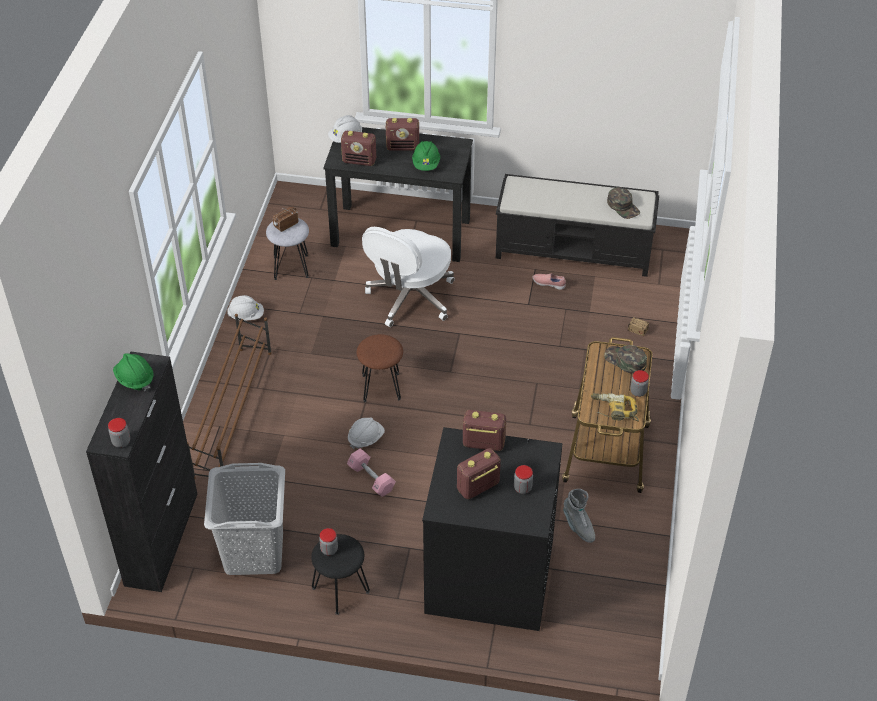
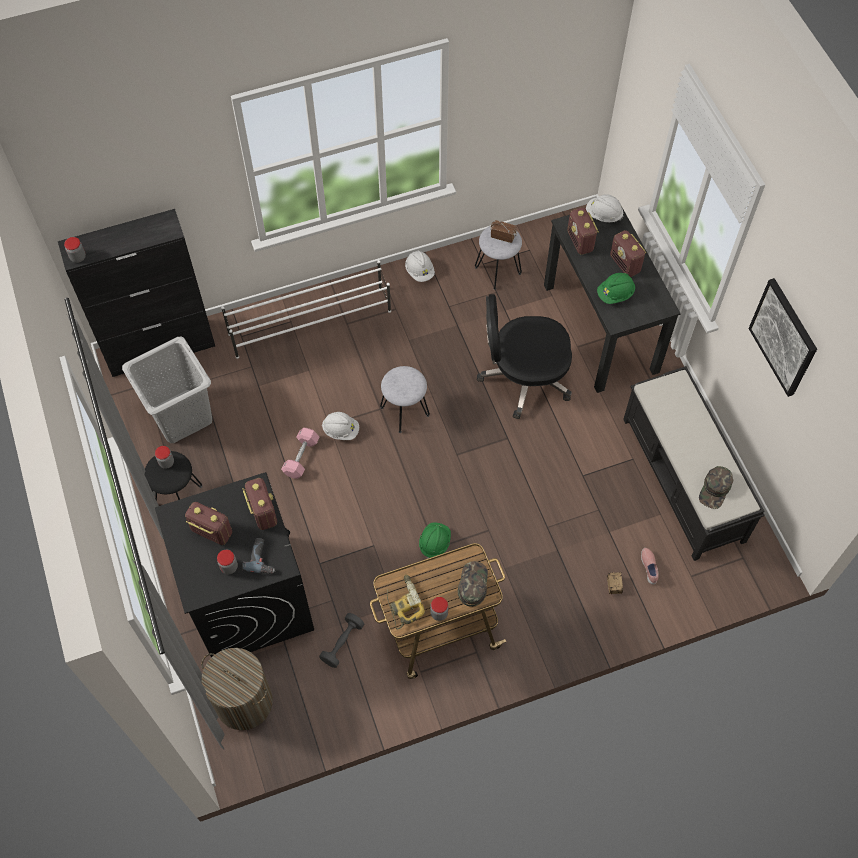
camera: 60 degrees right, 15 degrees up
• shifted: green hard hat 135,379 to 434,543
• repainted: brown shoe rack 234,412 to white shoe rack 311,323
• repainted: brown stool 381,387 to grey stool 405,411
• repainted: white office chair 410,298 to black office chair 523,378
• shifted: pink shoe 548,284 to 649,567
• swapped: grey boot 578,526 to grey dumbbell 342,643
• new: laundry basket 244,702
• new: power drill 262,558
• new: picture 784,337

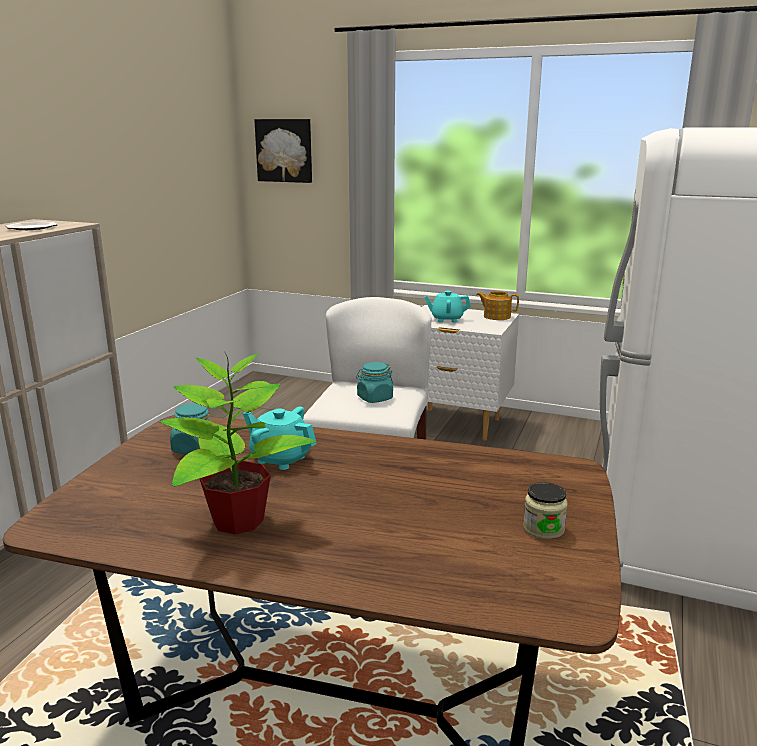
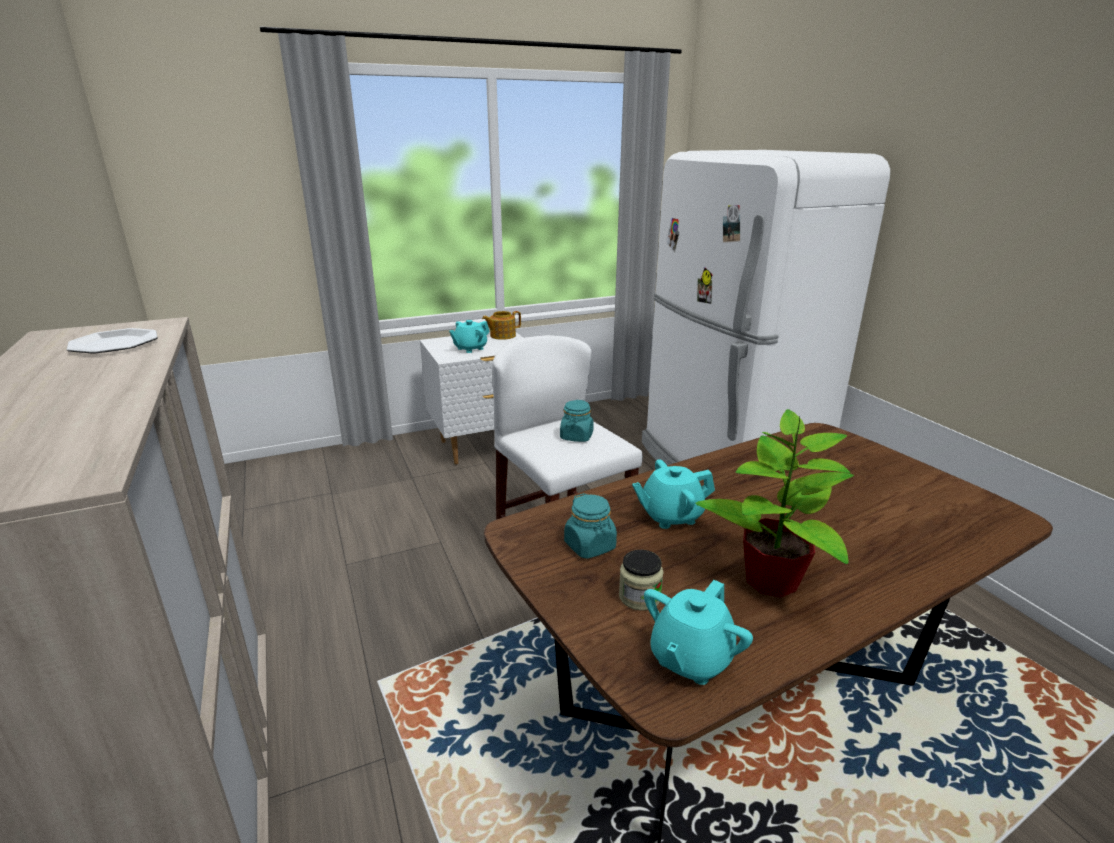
camera: 45 degrees left, 5 degrees up
• gone: picture 285,150
• shifted: jar 543,529 to 639,597
• new: turquoise teapot 690,659

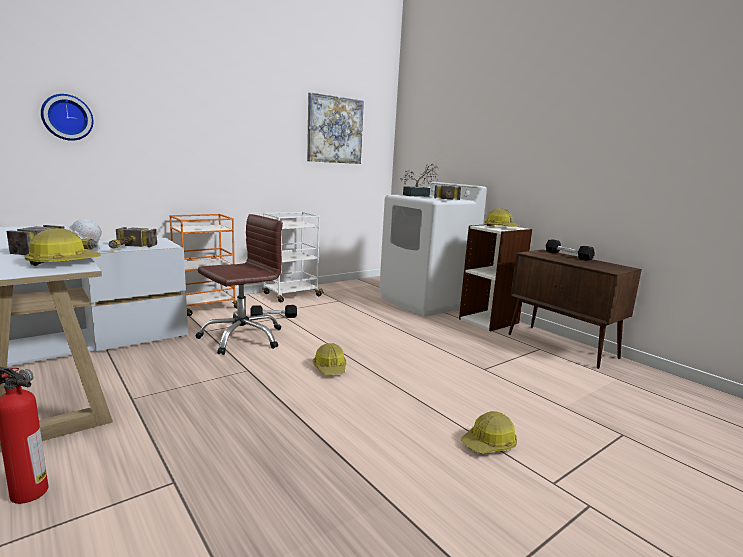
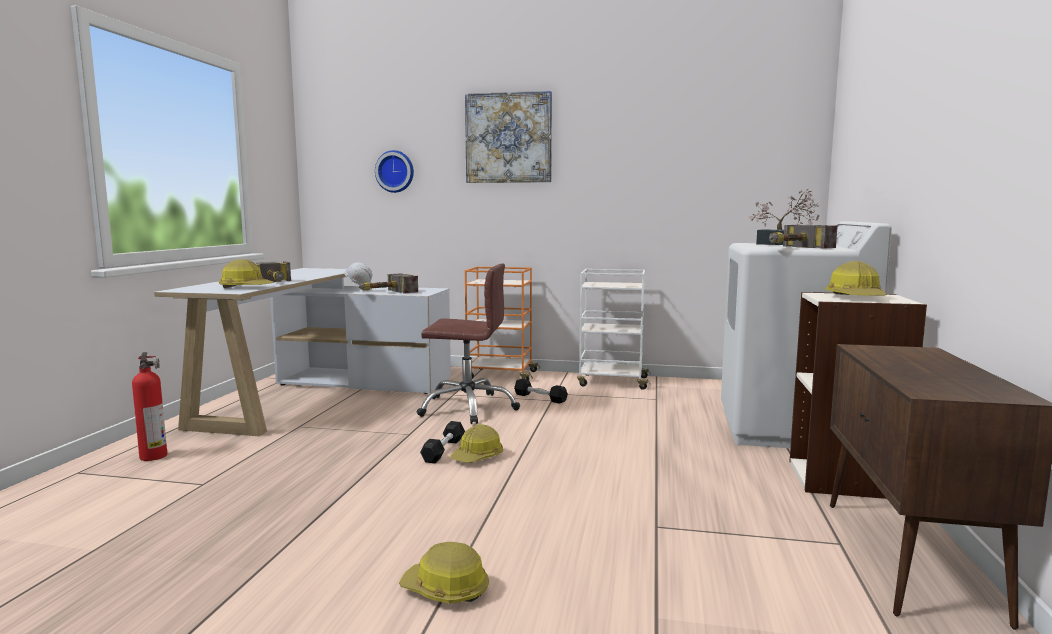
camera: 50 degrees right, 5 degrees down
• shifted: picture 335,130 to 508,138
• shifted: black dumbbell 568,255 to 443,450

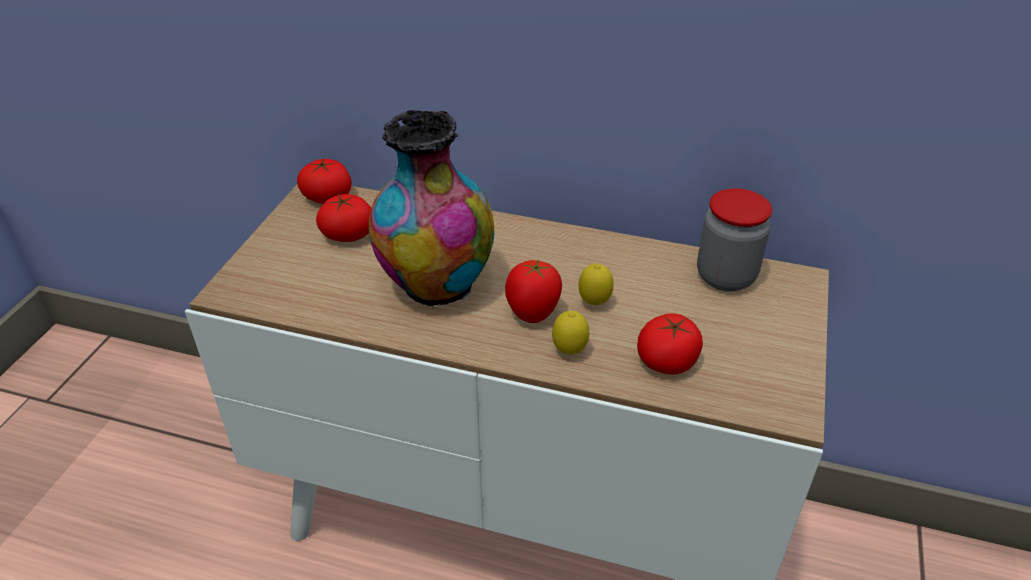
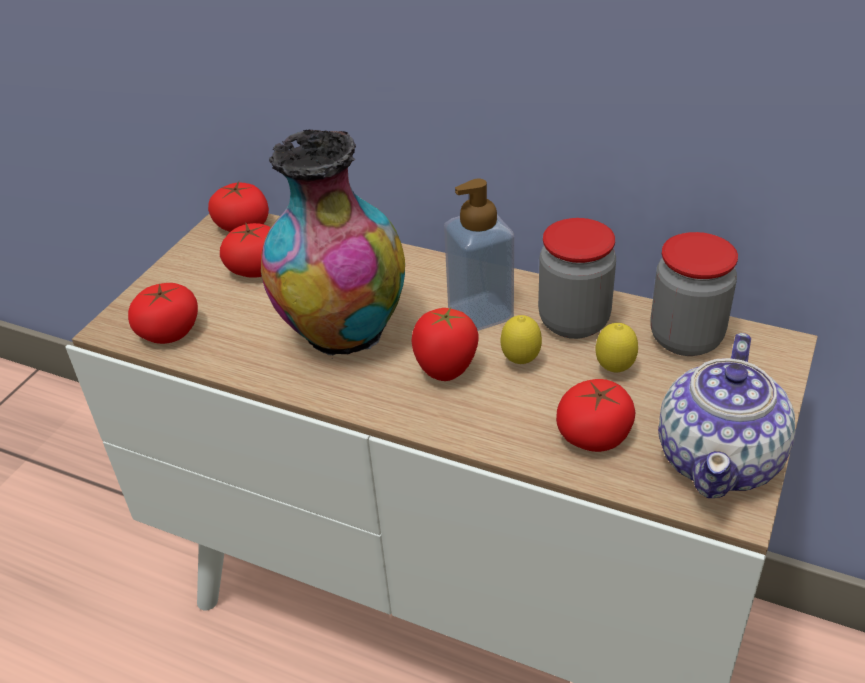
camera: 10 degrees right, 0 degrees up
• shifted: lemon 569,352 to 614,370
• new: tomato 169,331
• new: soap dispenser 480,313
• new: jar 573,321
• new: teapot 720,459

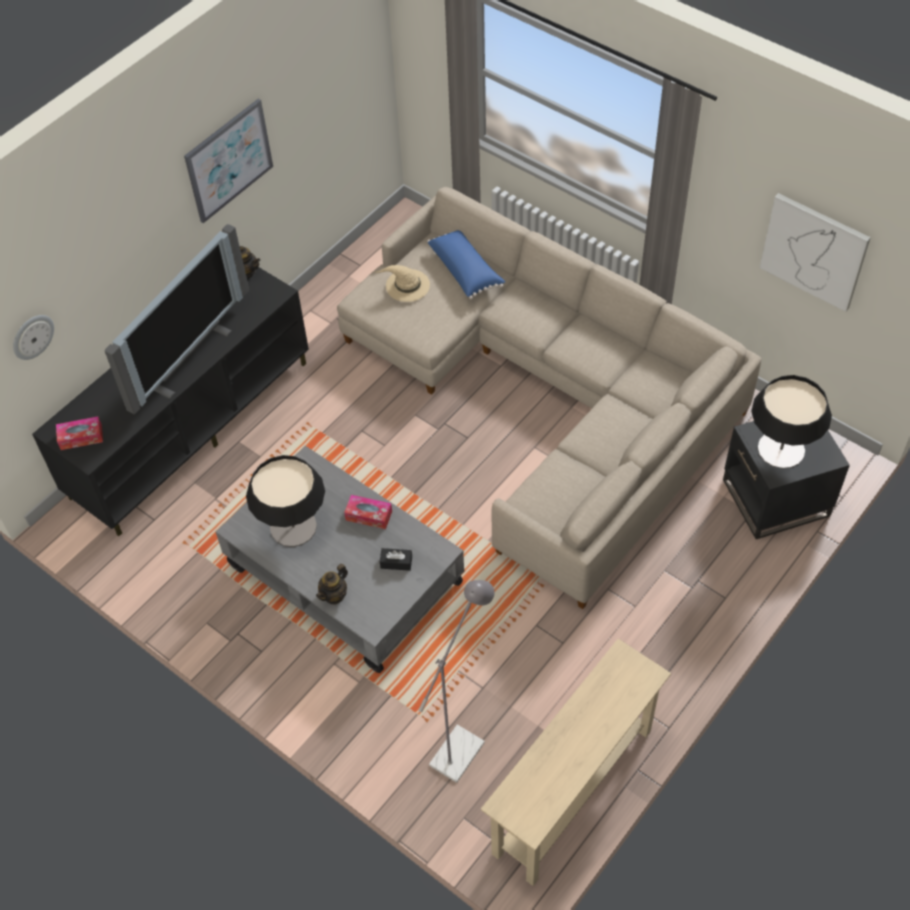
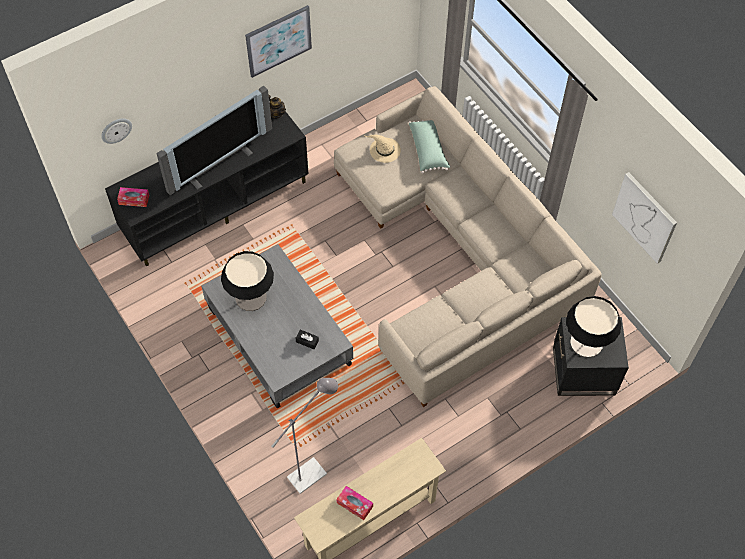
camera: 15 degrees right, 5 degrees up
• gone: teapot 334,595
• shifted: tissue box 368,515 to 354,504
• repainted: blue pillow 466,270 to green pillow 428,150

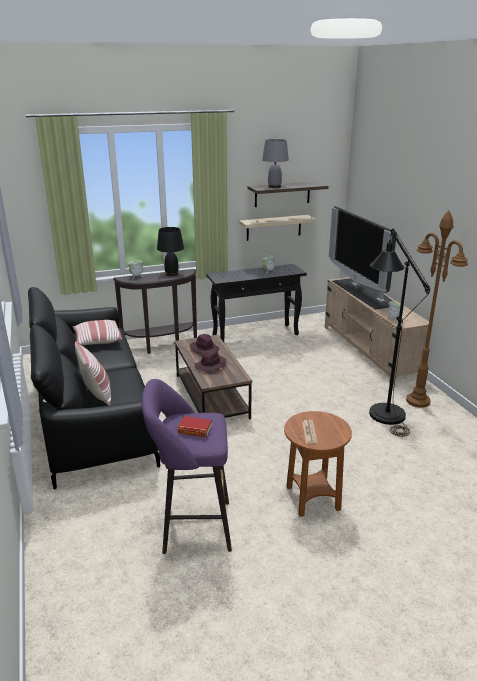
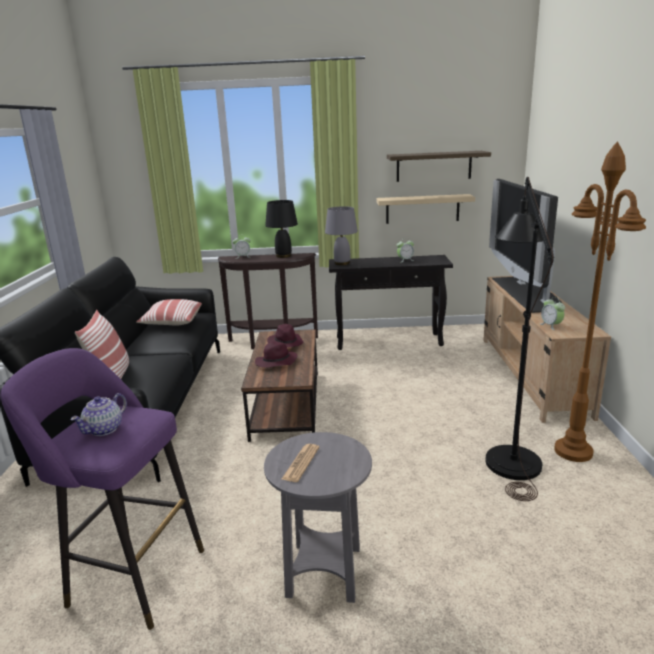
camera: 20 degrees right, 5 degrees down
• swapped: book 195,430 to teapot 104,429
• shifted: grey table lamp 274,186 to 341,263
• repainted: brown side table 312,498 to grey side table 323,572

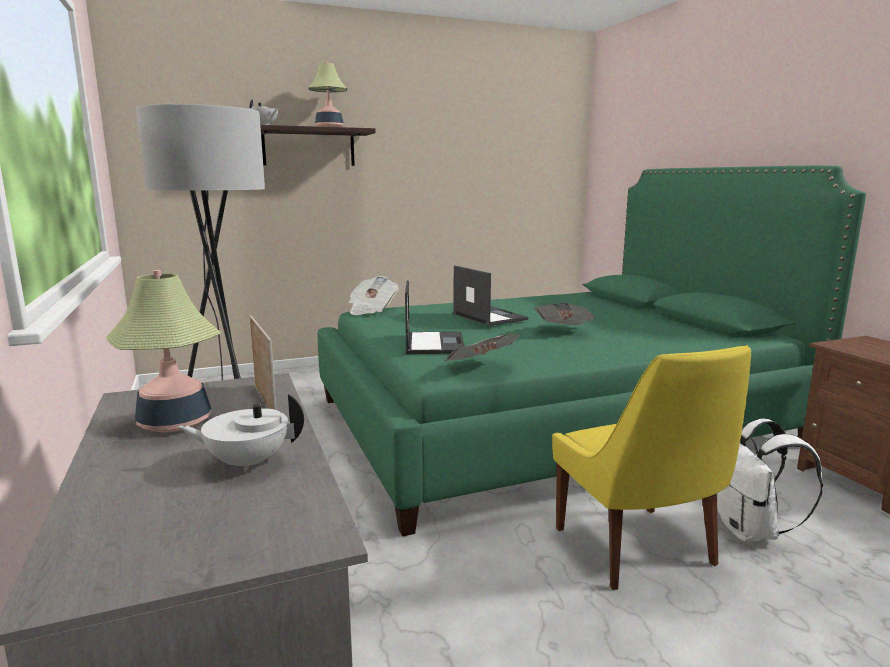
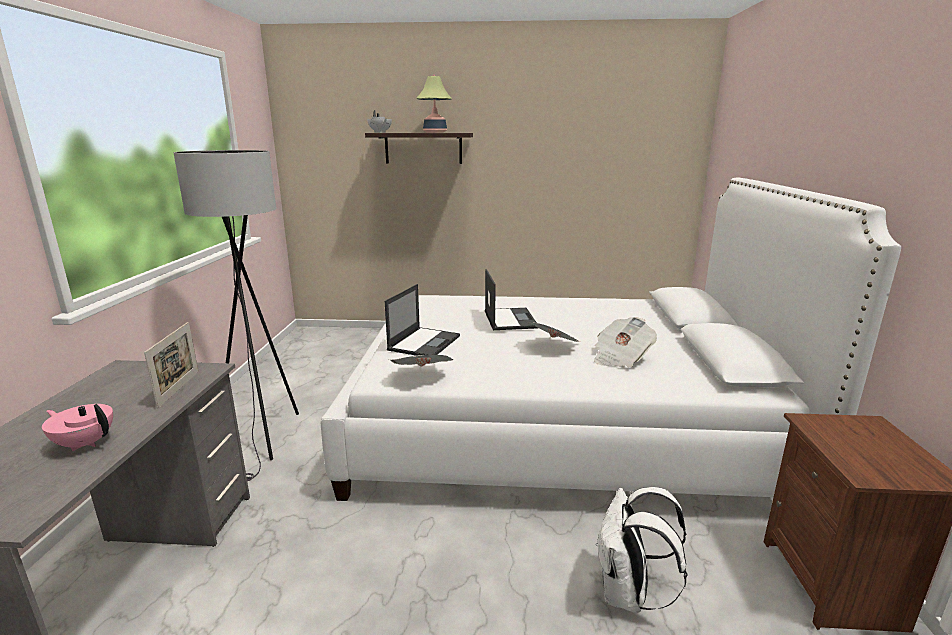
camera: 25 degrees right, 5 degrees up
• gone: table lamp 175,422
• repainted: white teapot 247,463 to pink teapot 85,443
• repainted: green bed 549,421 to white bed 558,422
• shifted: newspaper 371,310 to 620,358
• gone: yellow chair 637,550

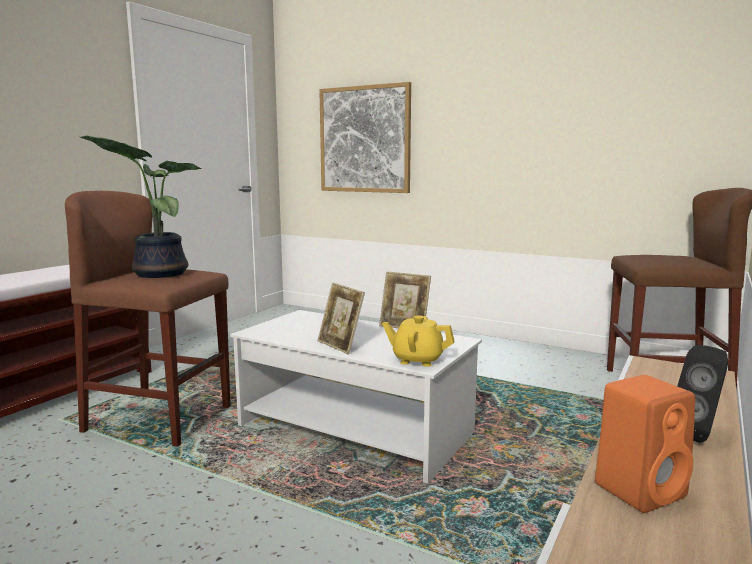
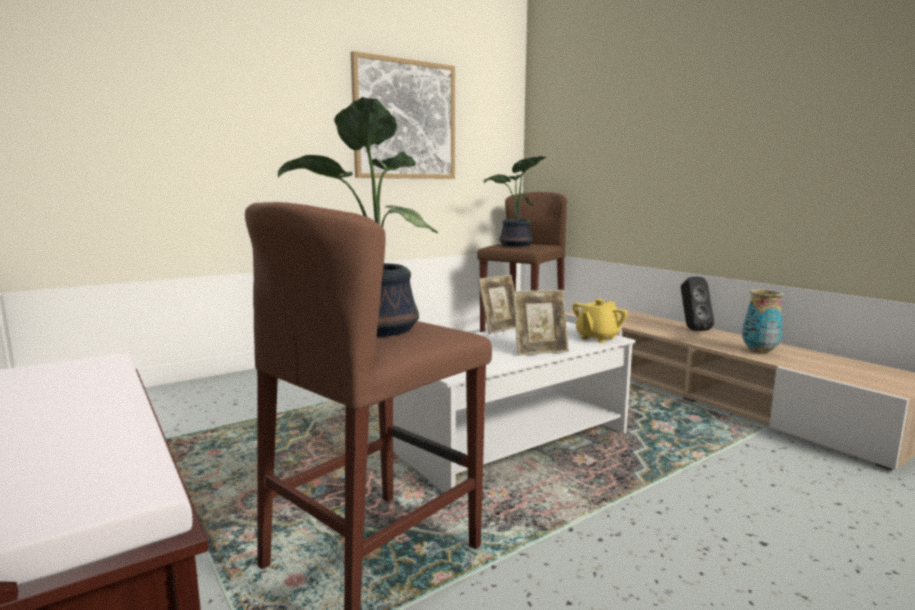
camera: 65 degrees left, 0 degrees up
• shifted: picture 364,139 to 405,120
• swapped: orange speaker 641,489 to vase 759,351
• new: potted plant 515,245

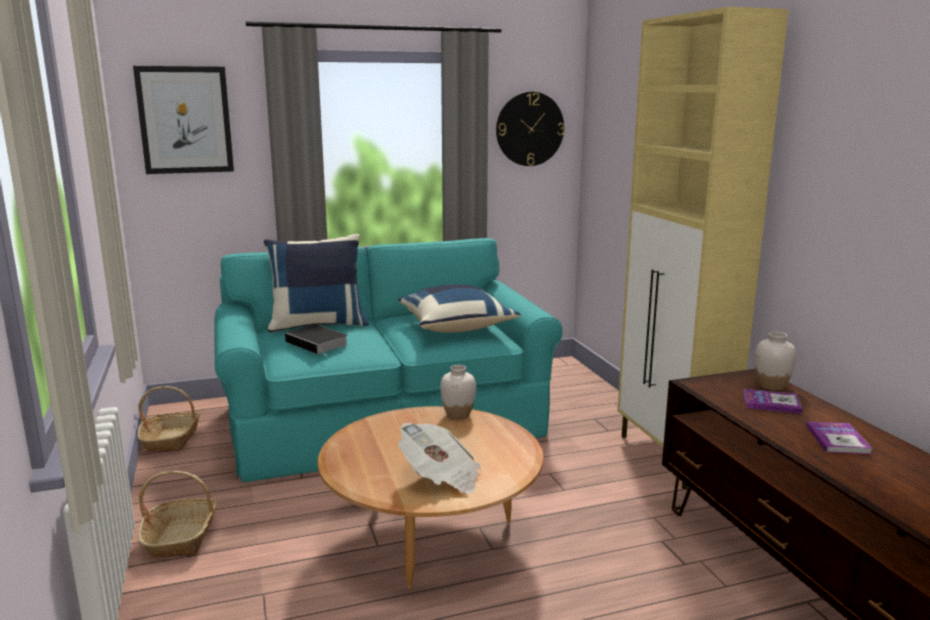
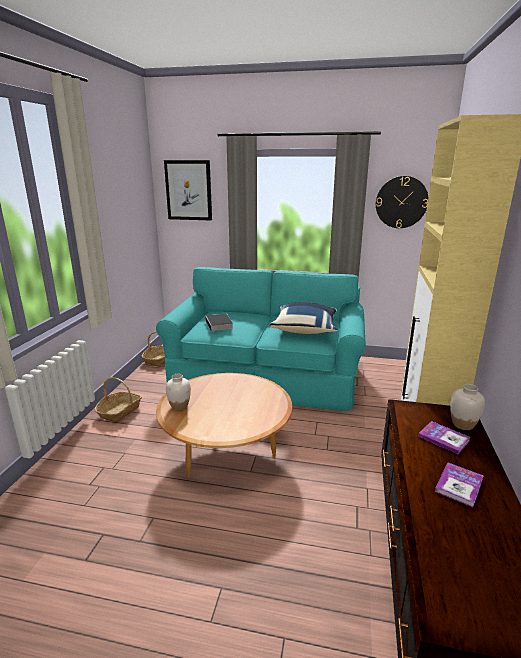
camera: 30 degrees right, 5 degrees up
• gone: blue pillow 318,324
• gone: newspaper 441,477
• shifted: white vase 458,415 to 179,406

